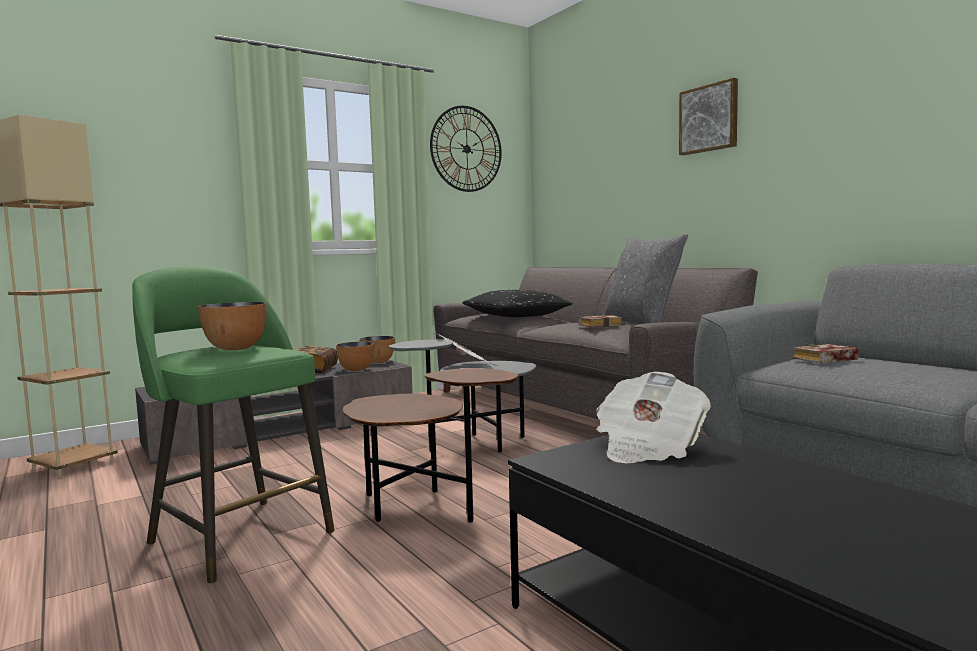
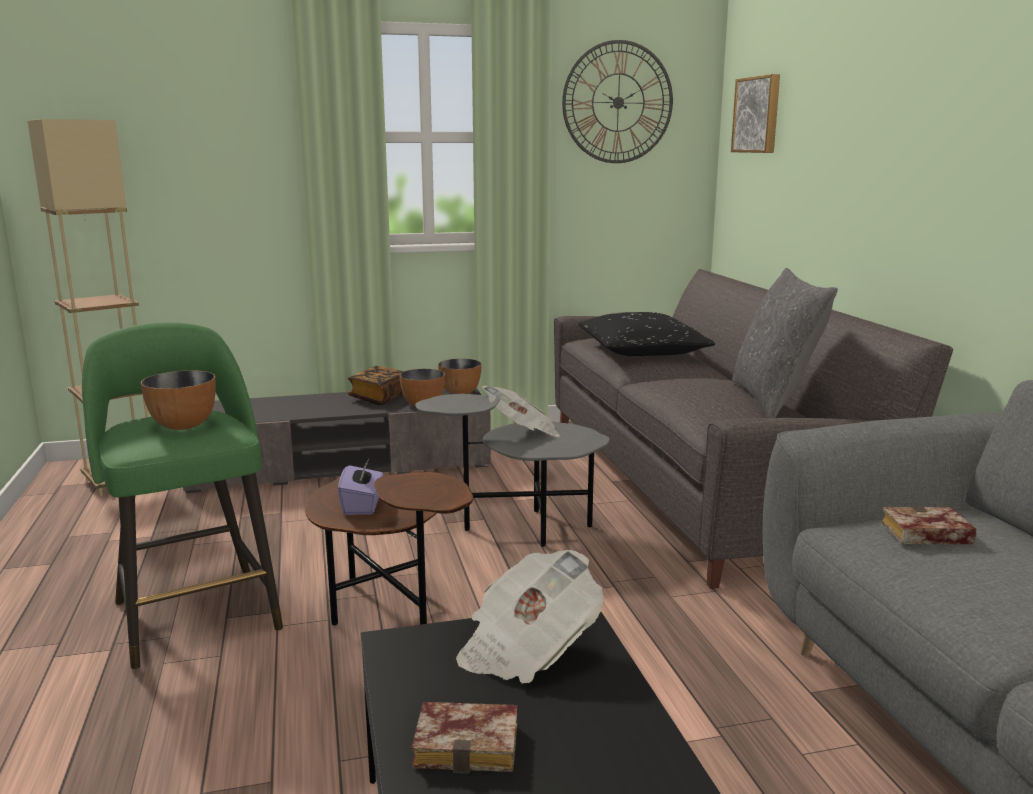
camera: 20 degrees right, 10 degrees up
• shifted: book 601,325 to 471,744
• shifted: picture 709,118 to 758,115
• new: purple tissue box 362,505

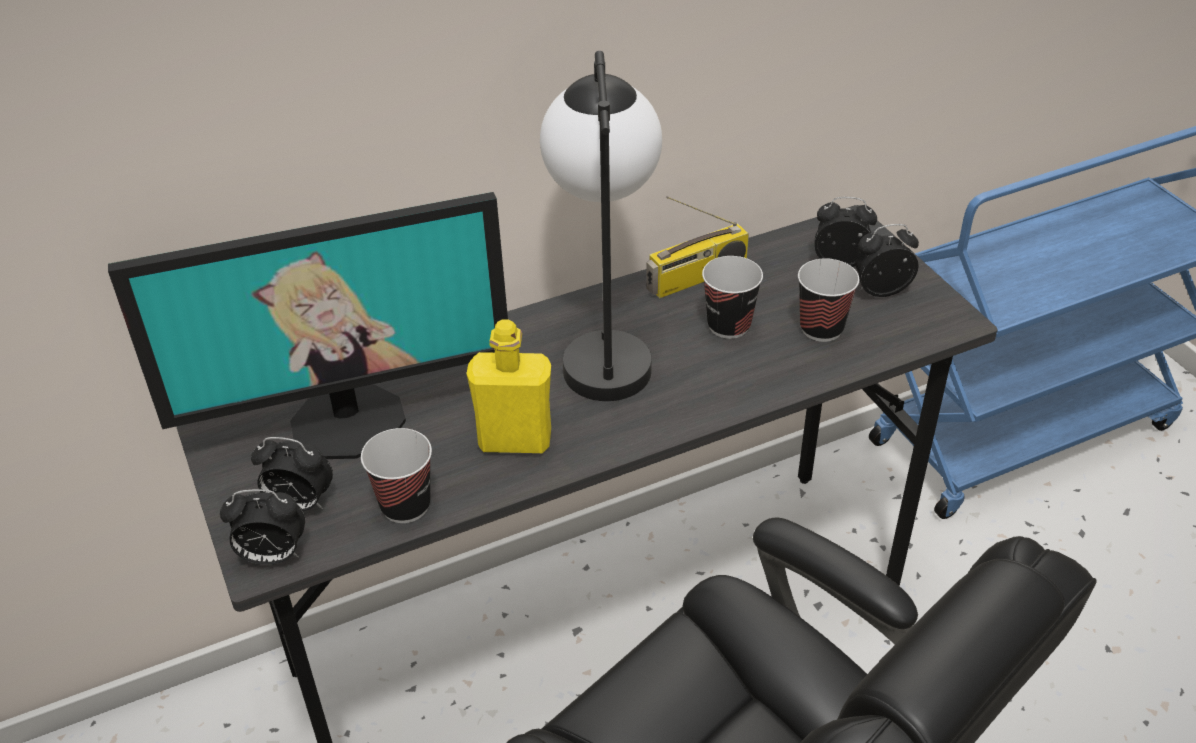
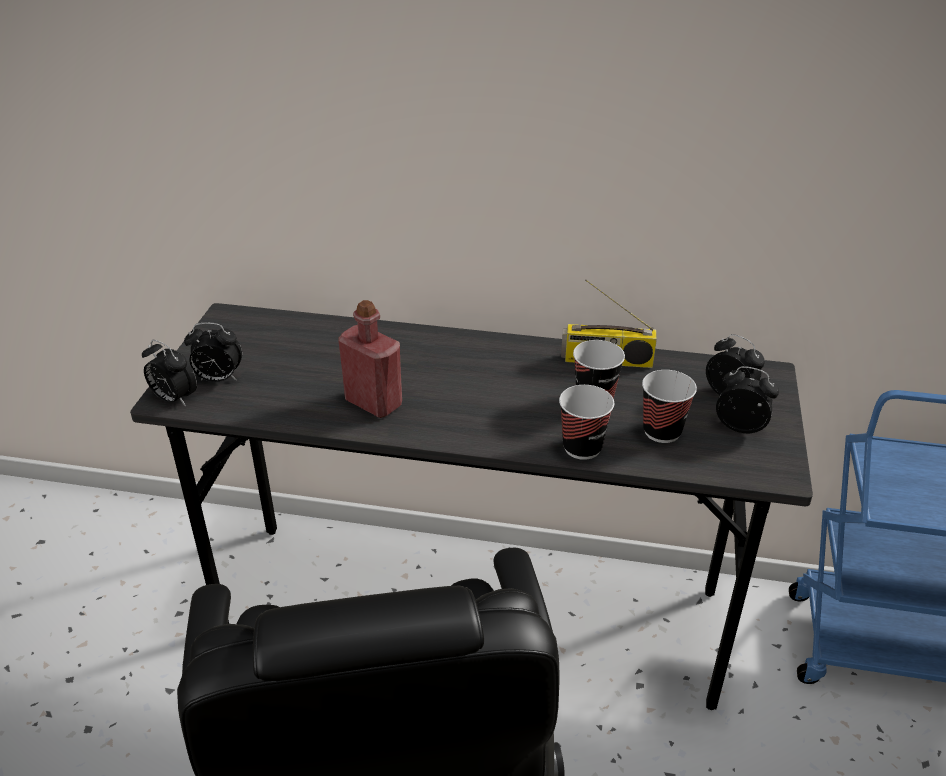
camera: 35 degrees right, 5 degrees down
• gone: monitor 348,420
• rotated: alarm clock 299,504 = 218,379 45 degrees counterclockwise
• shifted: cup 405,505 to 582,447
• repainted: yellow bottle 515,440 to red bottle 373,403
• gone: table lamp 604,346

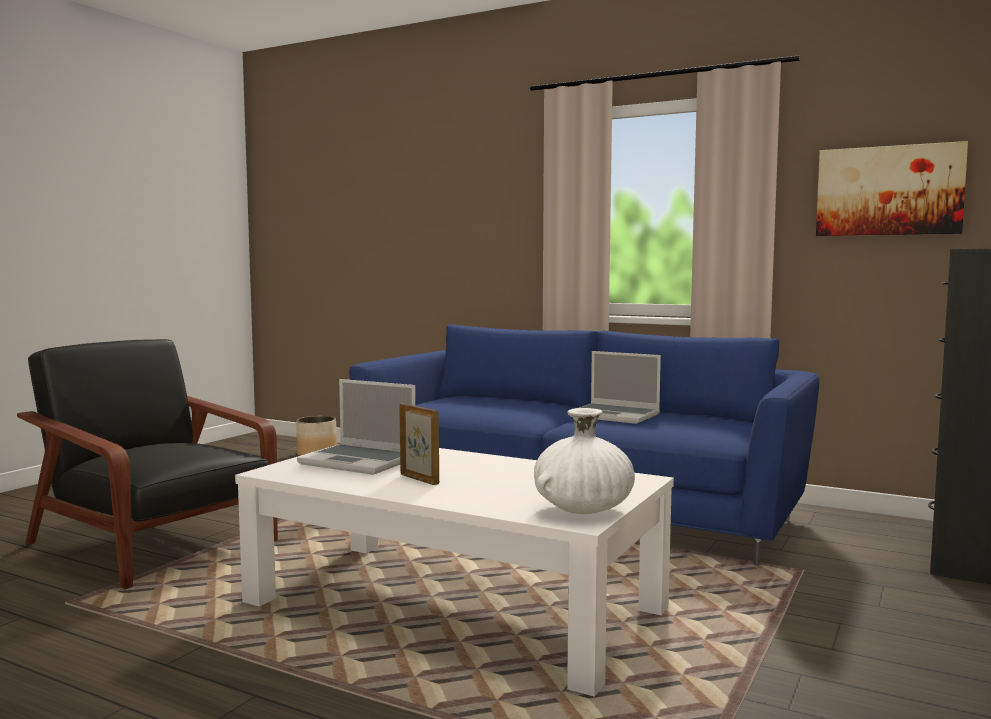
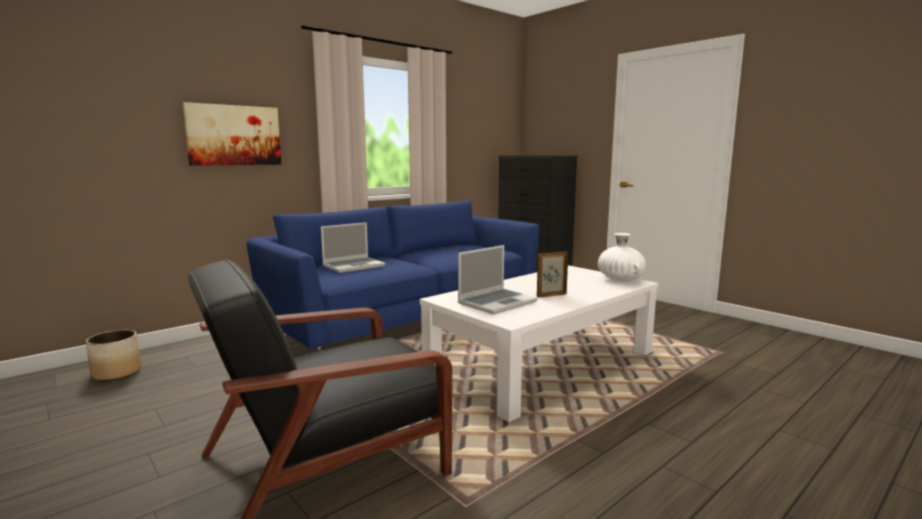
camera: 70 degrees left, 5 degrees up
• shifted: laptop 615,415 to 354,266
• shifted: picture 889,191 to 234,135

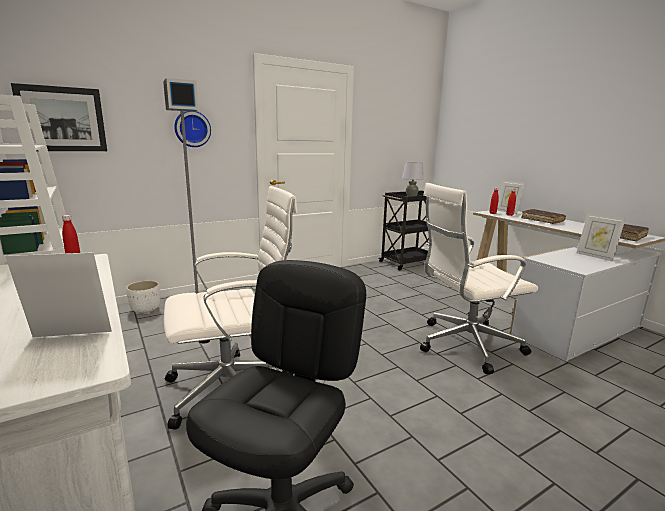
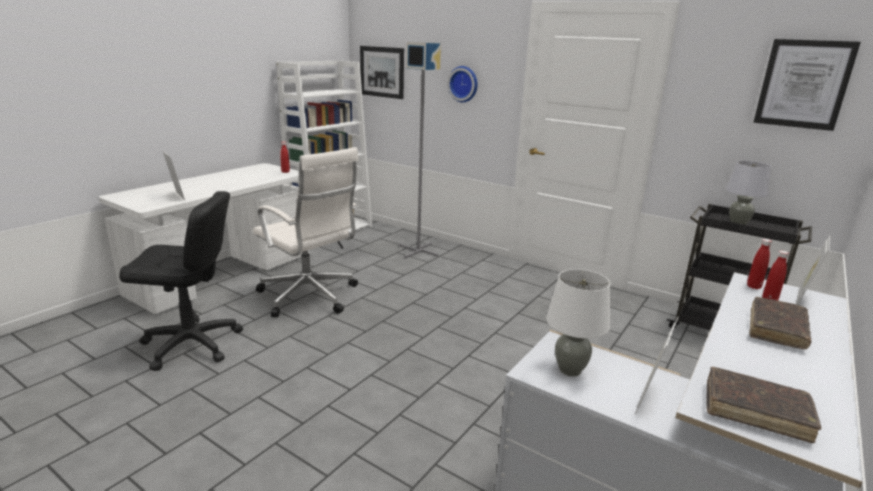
camera: 65 degrees right, 5 degrees up
• gone: white planter 145,309
• gone: white office chair 465,344
• new: white table lamp 570,370
• new: picture 803,84

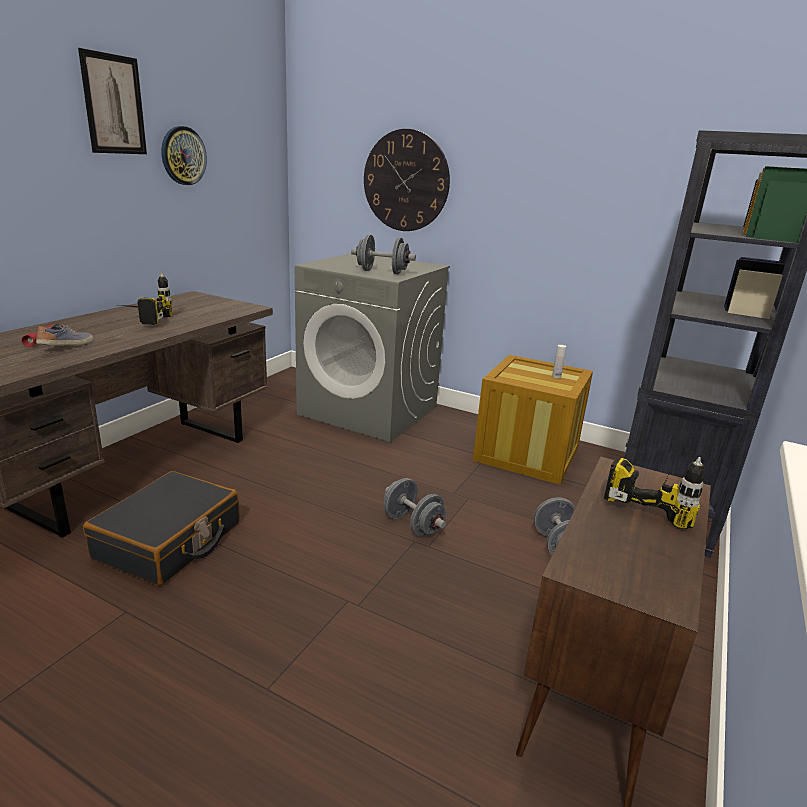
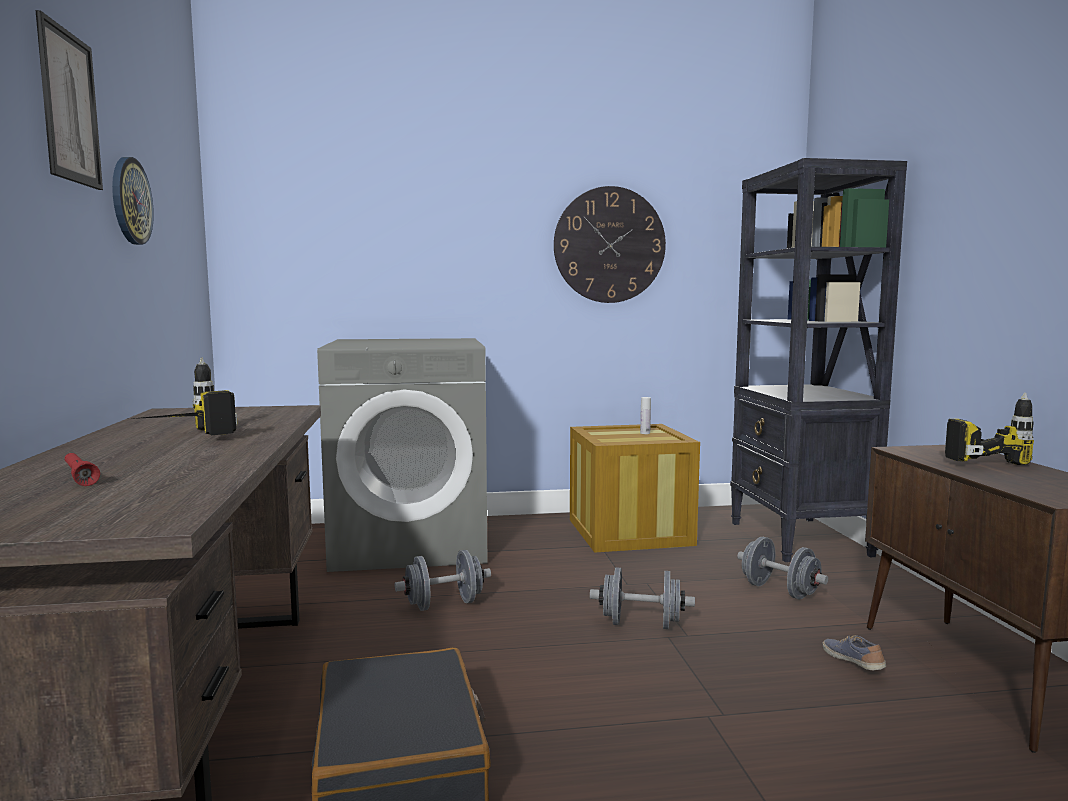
camera: 35 degrees left, 15 degrees down
• shifted: shoe 68,346 to 853,663
• shifted: grey dumbbell 382,272 to 444,604
• shifted: wall clock 406,181 to 609,245

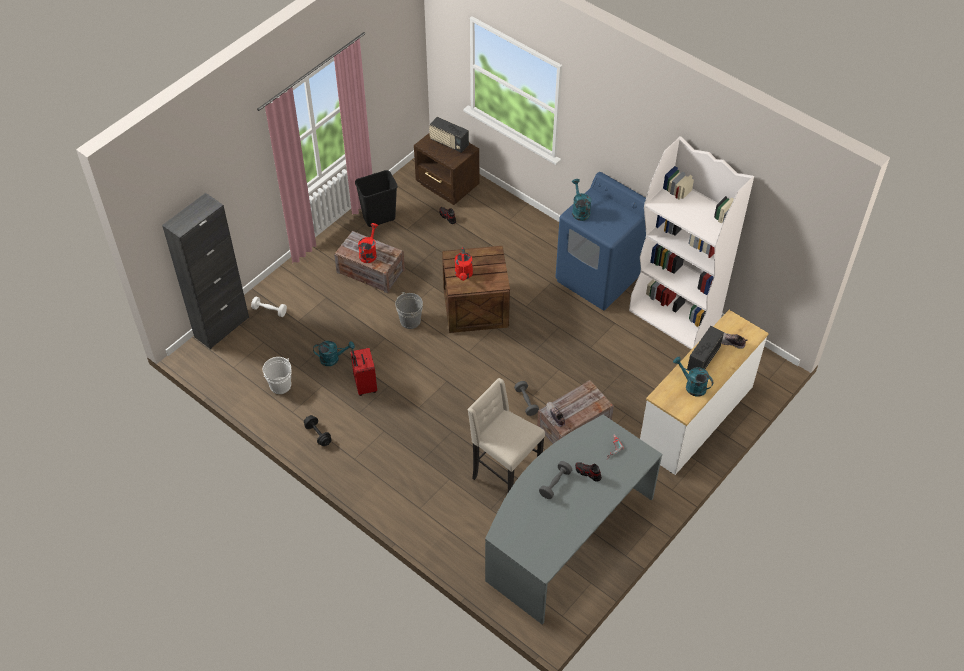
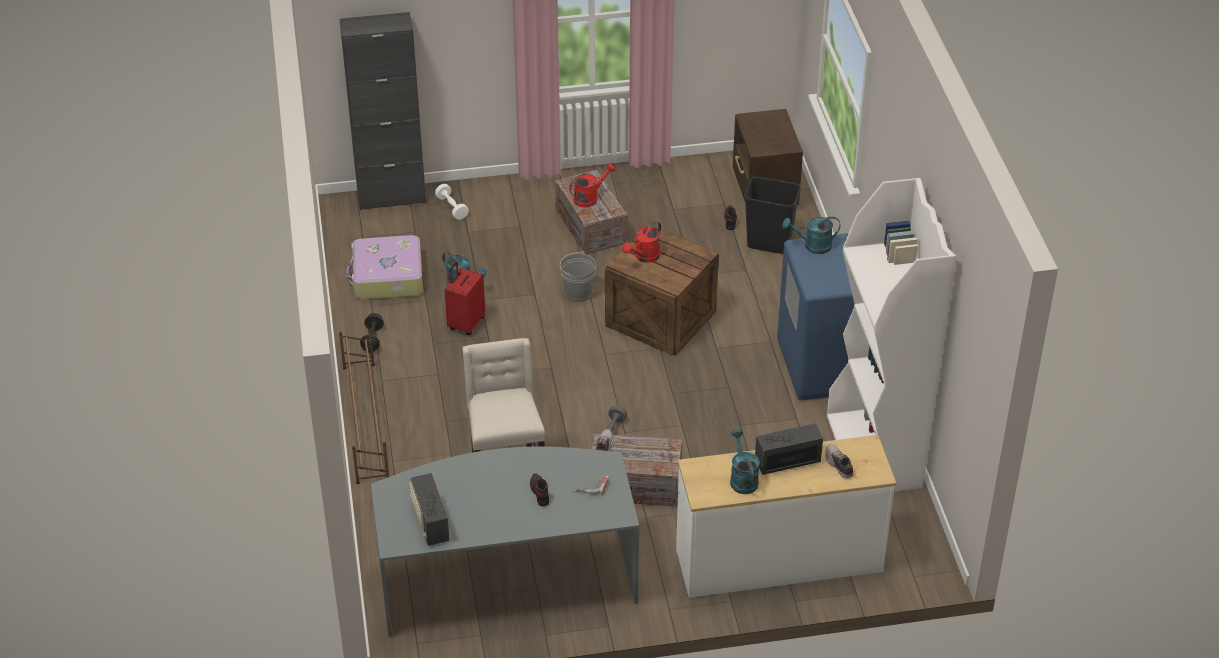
camera: 40 degrees right, 10 degrees down
• swapped: white bucket 280,385 to suitcase 387,277
• shifted: black trash can 379,217 to 769,243
• shifted: radio 449,143 to 430,522
• gone: grey dumbbell 555,484
• rotated: turquoise watering can 579,210 = 812,246 120 degrees counterclockwise
• new: brown shoe rack 366,421

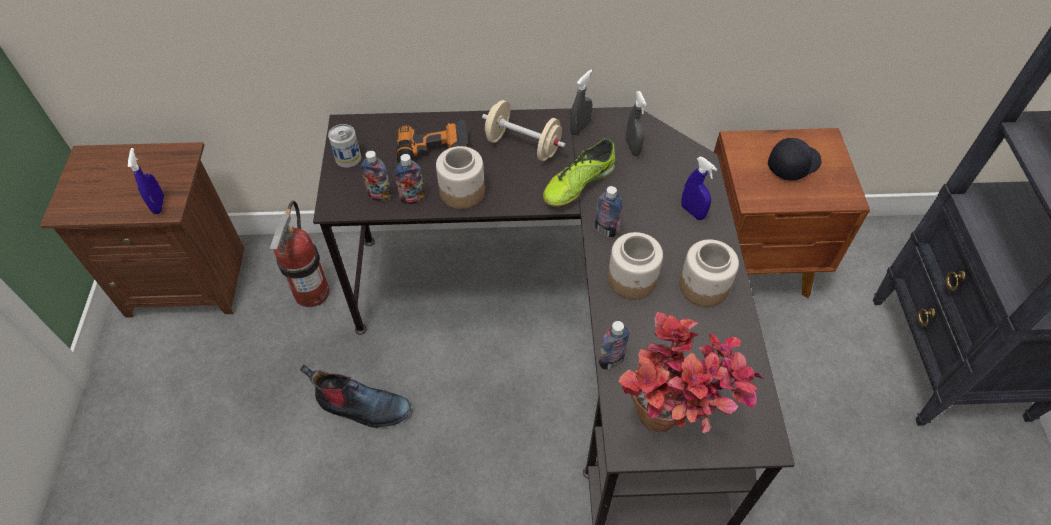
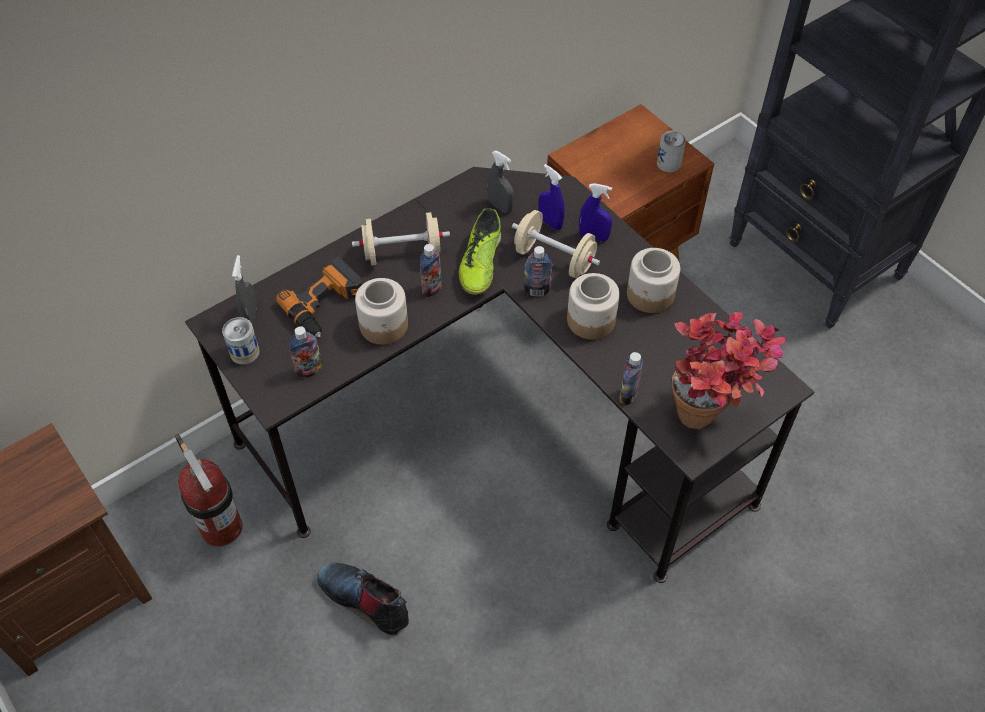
camera: 35 degrees left, 0 degrees up
• shifted: blue spray bottle 159,205 to 550,223
• rotated: boot 362,407 = 366,600 120 degrees counterclockwise
• shifted: bottle 412,199 to 431,289
• shifted: grey spray bottle 580,128 to 250,315
• gone: black cap 792,164
• new: beige dumbbell 554,259
• new: can 668,163

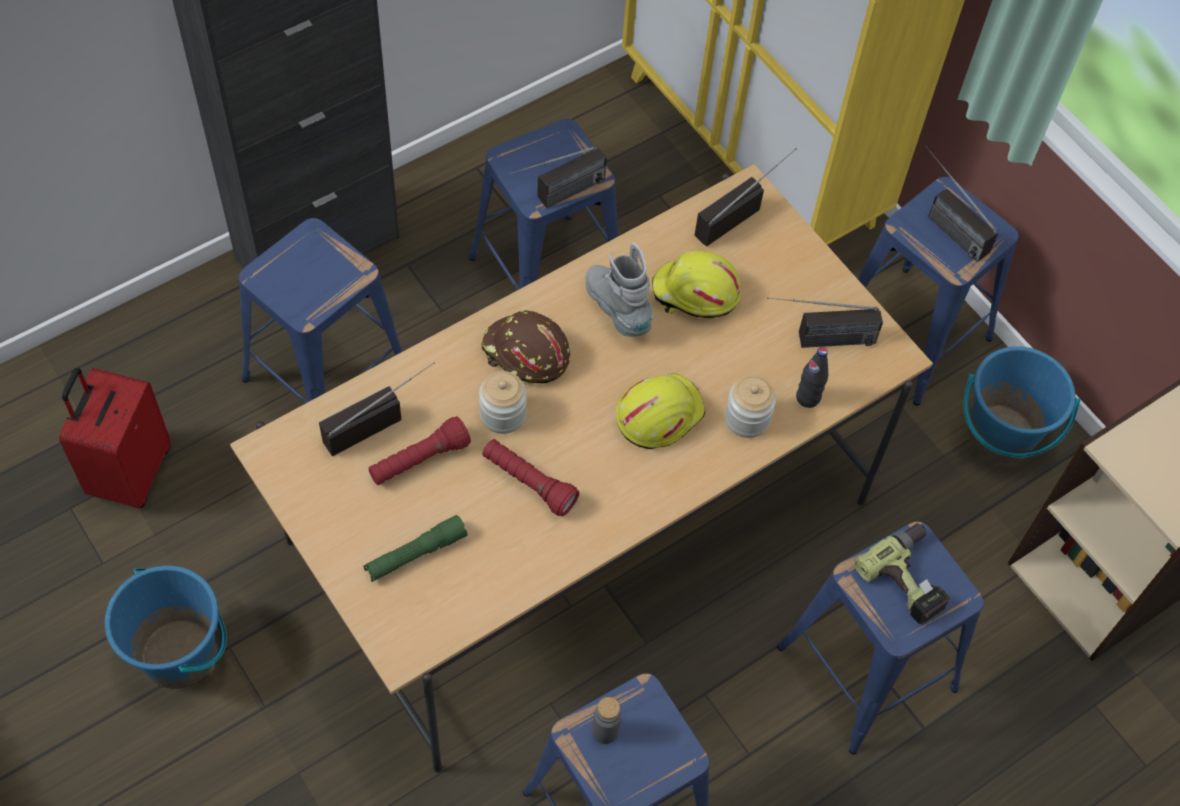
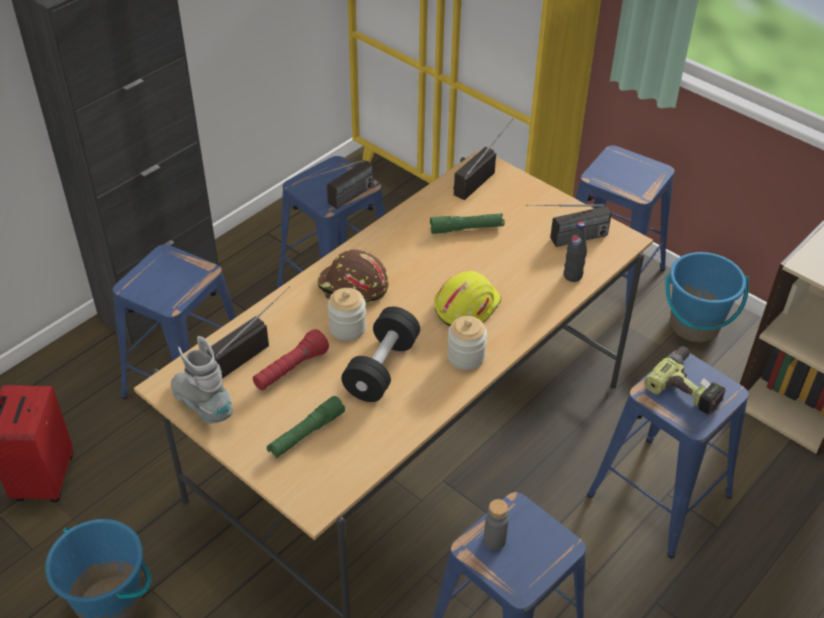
camera: 10 degrees left, 15 degrees down
• swapped: red flashlight 528,483 to black dumbbell 381,368
• shifted: grey boot 617,309 to 203,405
• swapped: yellow hard hat 695,294 to green flashlight 466,229
• shifted: jar 747,418 to 466,356
• gone: radio 943,223

